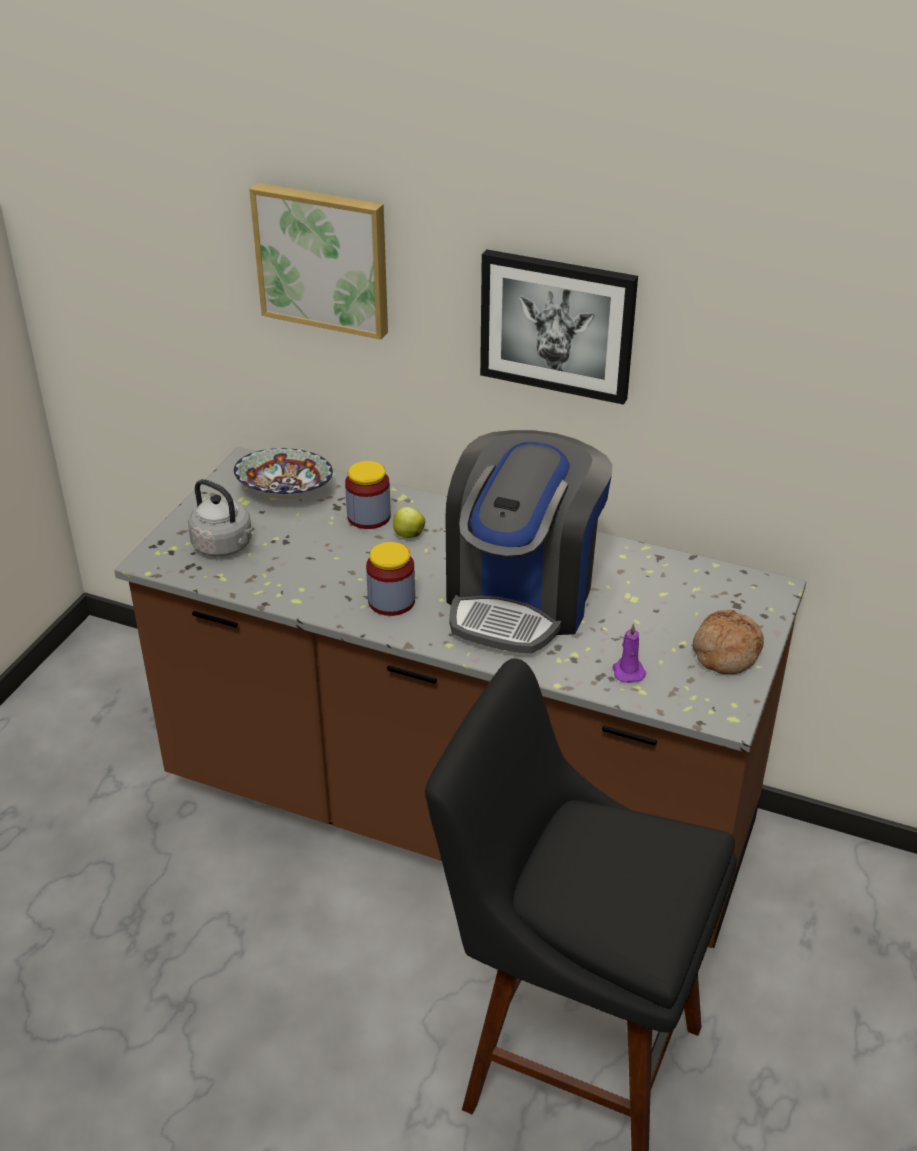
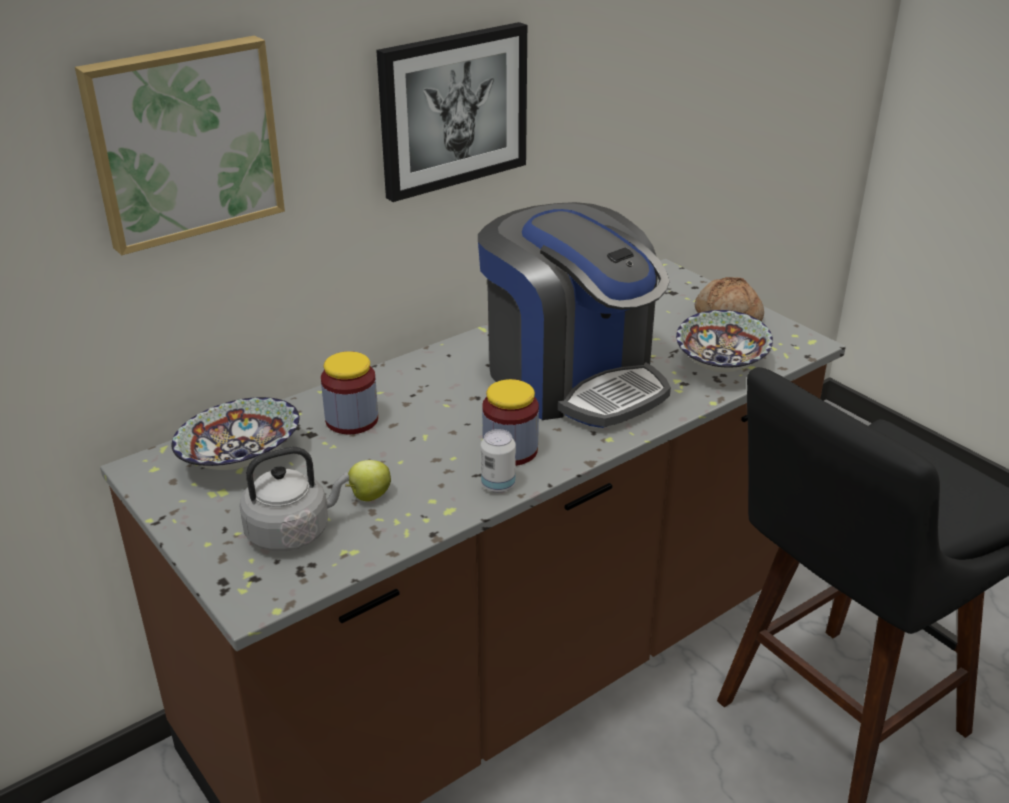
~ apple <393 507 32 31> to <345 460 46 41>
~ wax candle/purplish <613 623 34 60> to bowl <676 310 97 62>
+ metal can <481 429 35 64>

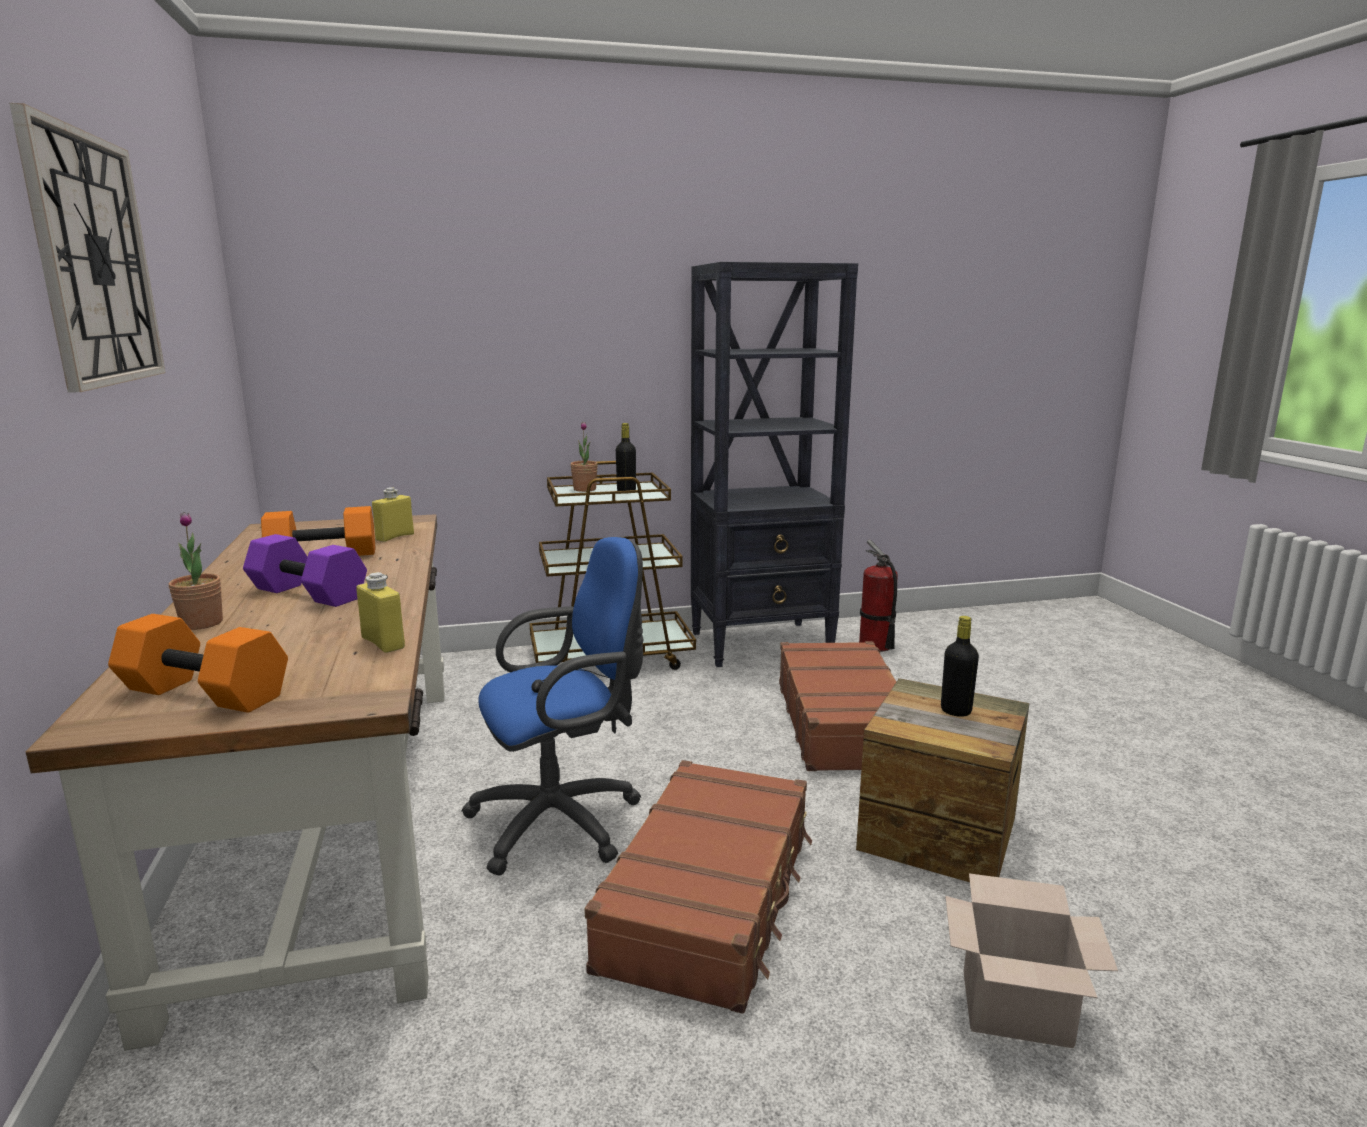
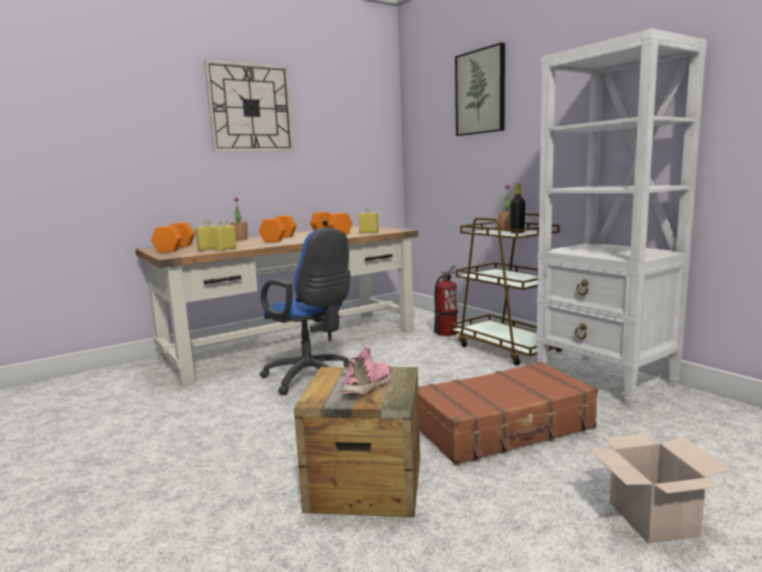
~ free weight/purplish <243 534 124 73> to free weight/orange-coloured <259 215 38 28>
- piece of luggage/brown-coloured <584 760 228 254>
~ bookshelf/black-coloured <691 262 167 405> to bookshelf/whitish <536 28 171 379>
~ fire-fighting cylinder <859 540 39 112> to <434 265 24 71>
~ beverage bottle/black-coloured <941 616 38 101> to item of footwear/pinkish <342 347 51 48>
~ cardboard box <945 873 173 175> to <589 433 142 111>
+ beverage bottle/yellow <195 220 24 31>
+ wall picture <455 42 50 94>

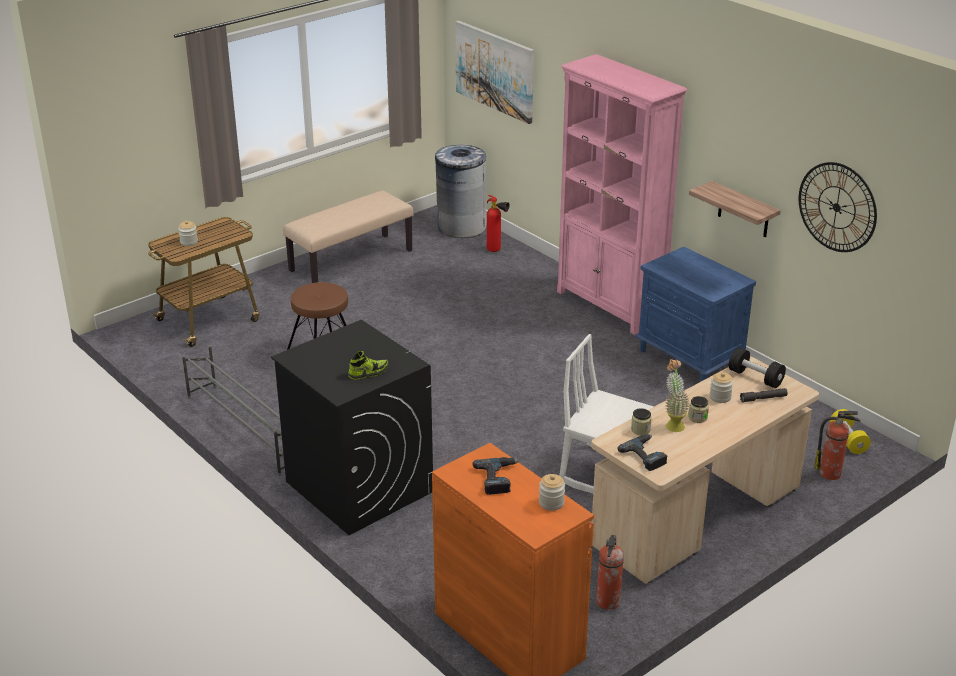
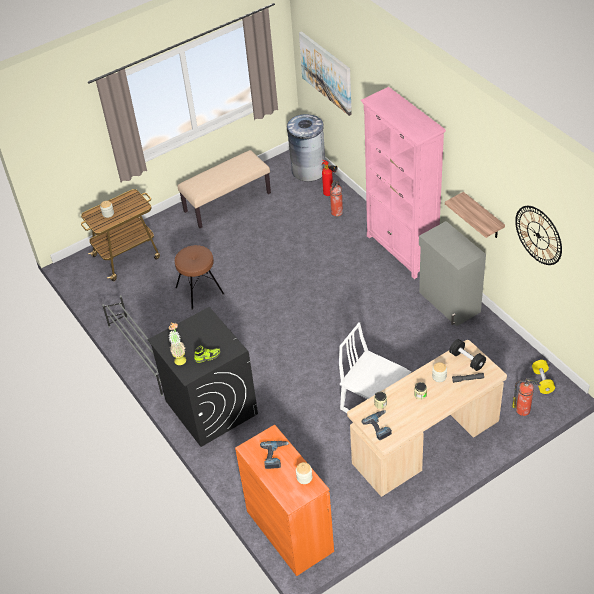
~ fire-fighting cylinder <596 535 28 75> to <330 180 13 36>
~ night table/bluish <635 247 121 135> to storage cabinet/grey <419 221 67 105>
~ potted plant <665 359 24 73> to <168 323 18 42>

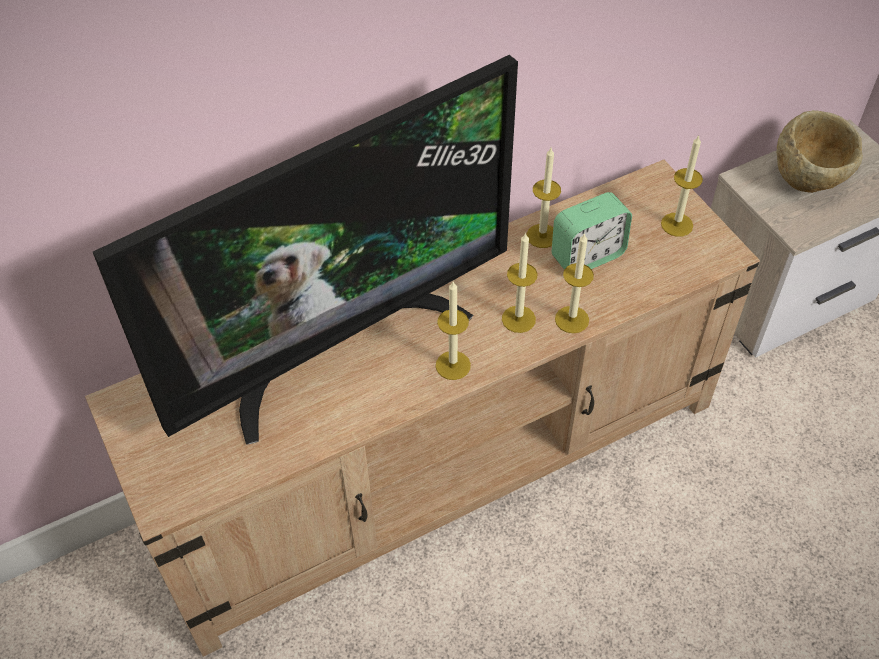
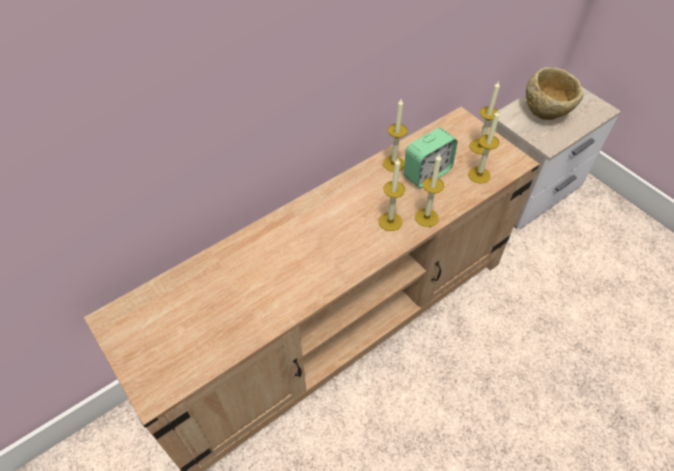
- TV <93 55 425 390>
~ wax candle <436 282 35 98> to <468 109 32 74>

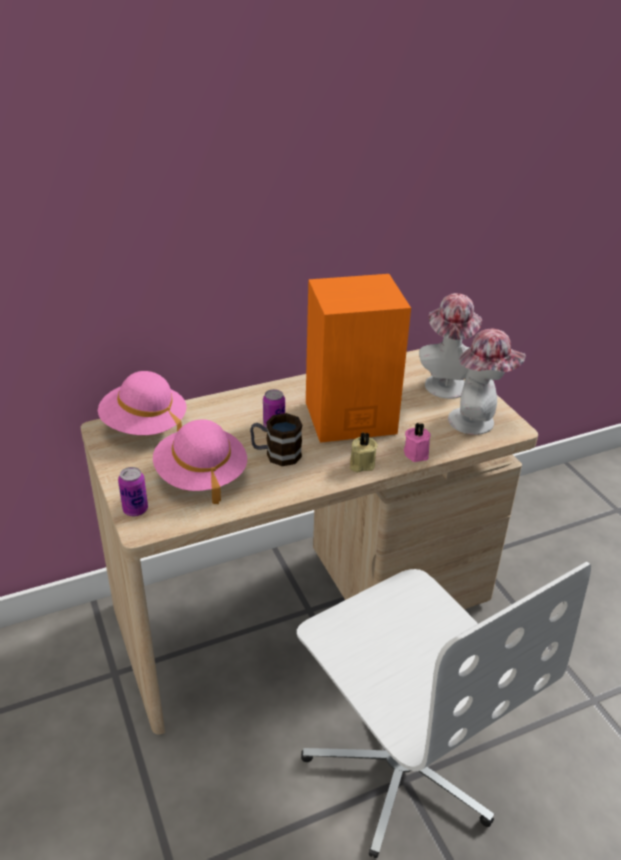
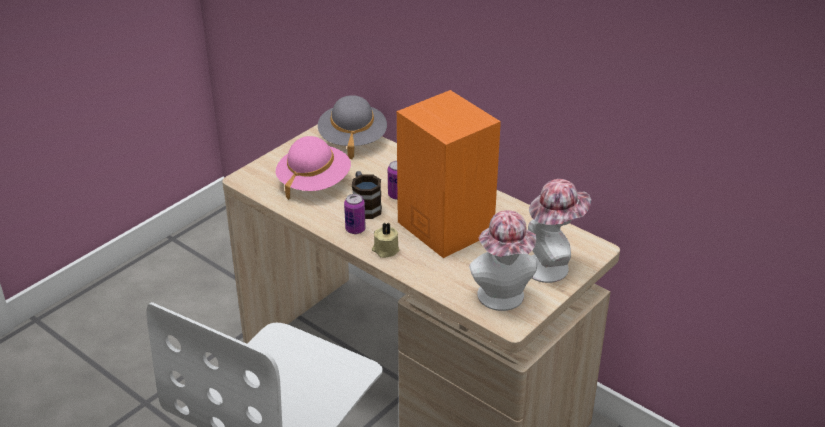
~ clothing hat/pinkish <98 371 89 64> to clothing hat/grey <318 95 69 64>
~ metal can <118 467 30 49> to <344 194 22 40>
- wax candle/pinkish <404 423 27 39>

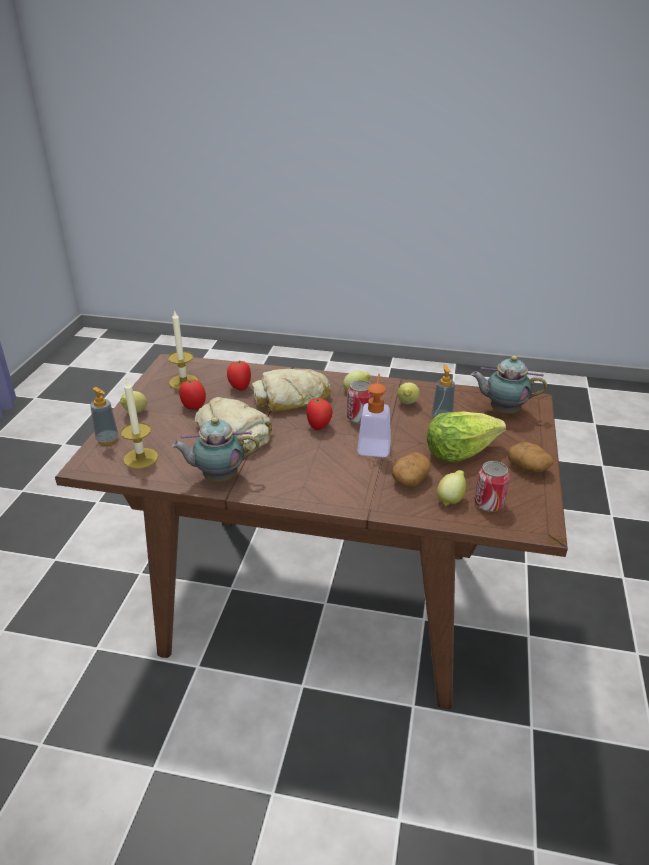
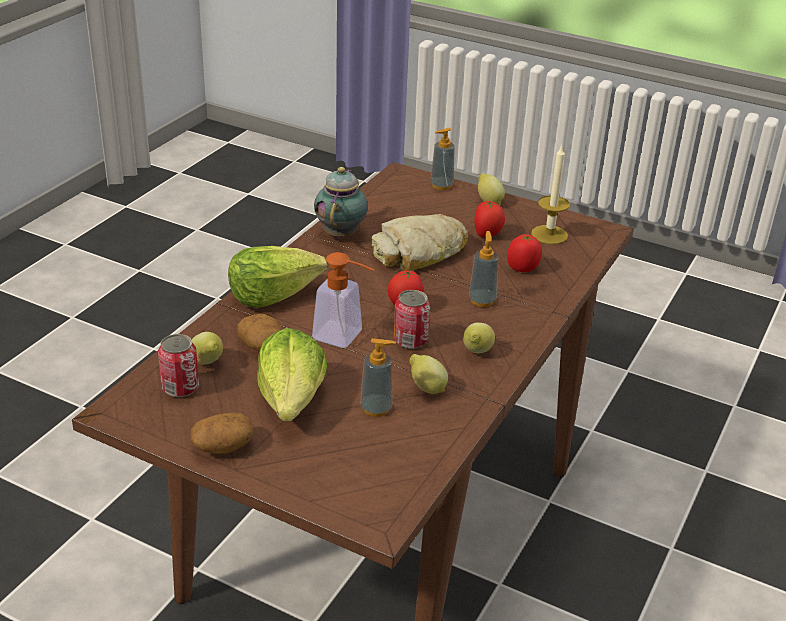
- wax candle <121 378 37 91>
~ bread <252 369 79 43> to soap dispenser <469 231 30 76>
- teapot <471 356 76 57>
+ head of lettuce <228 246 99 62>

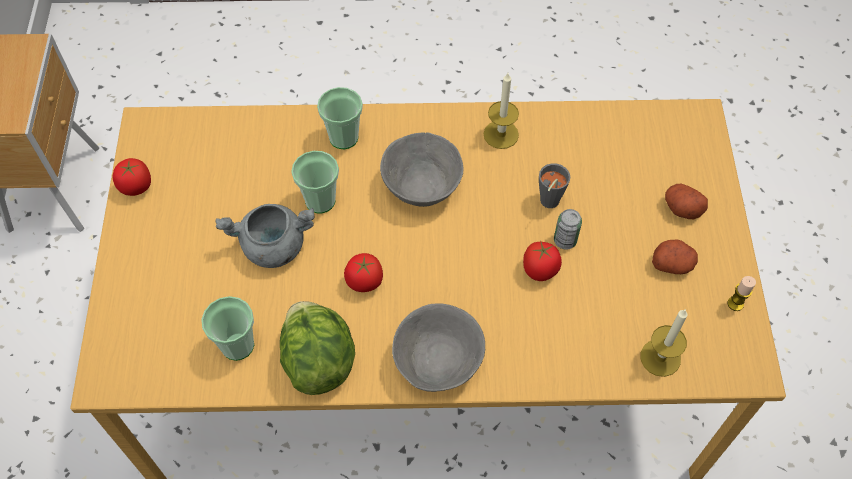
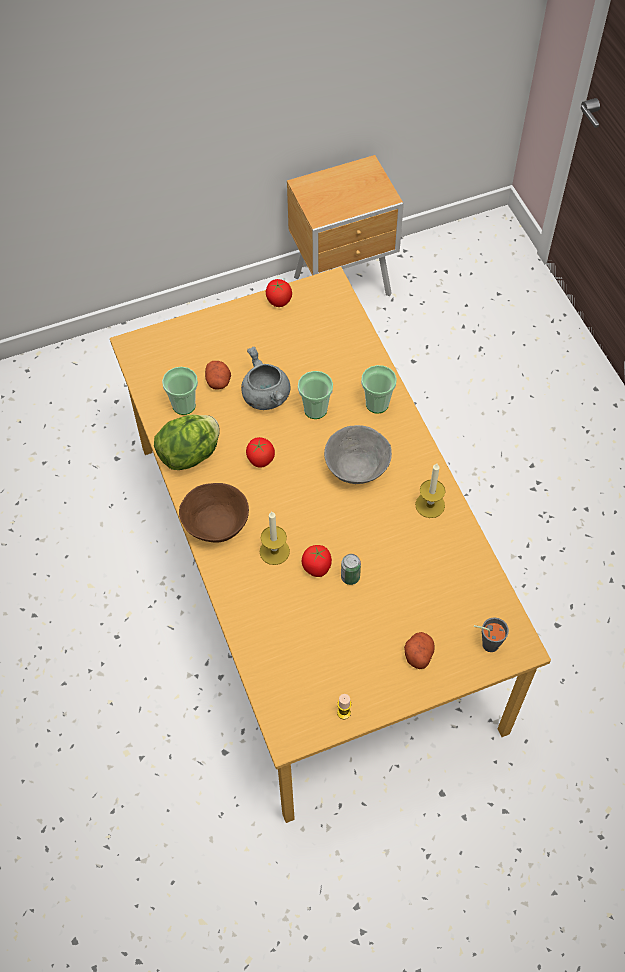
~ bowl/grey <392 304 93 88> to bowl/brown-coloured <179 483 70 60>
~ small cup/grey <539 163 31 45> to <474 617 35 35>
~ wax candle <641 309 47 68> to <260 512 30 53>
~ spud <652 239 46 35> to <205 361 26 29>

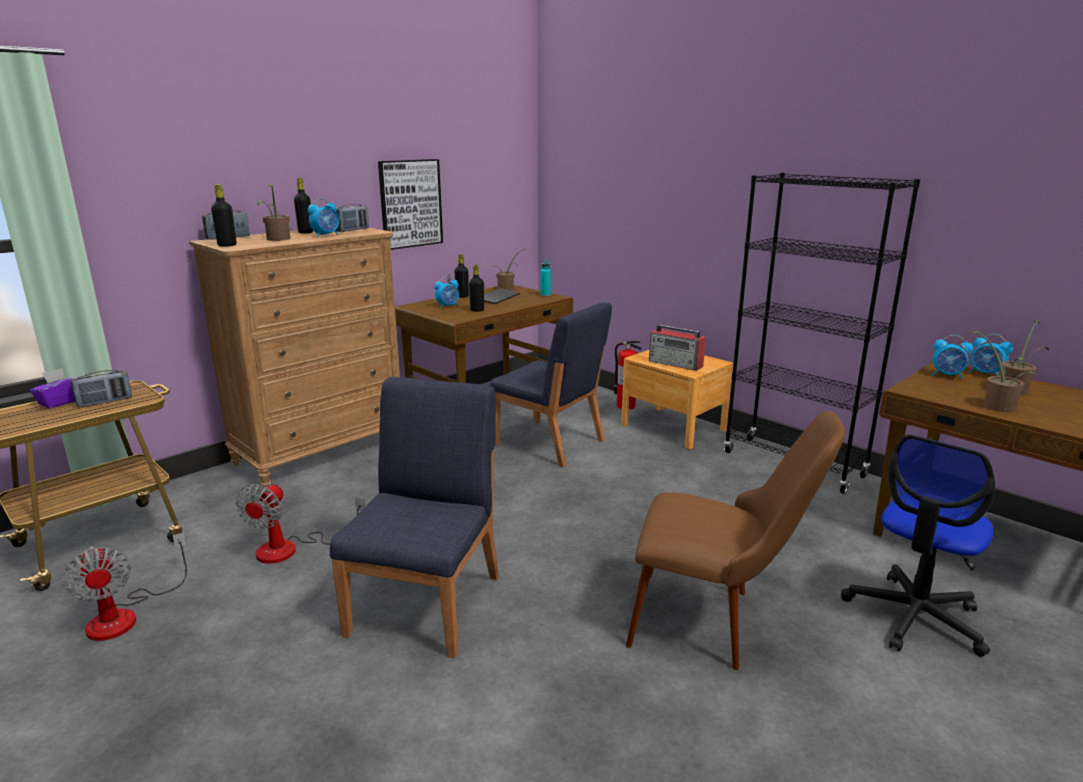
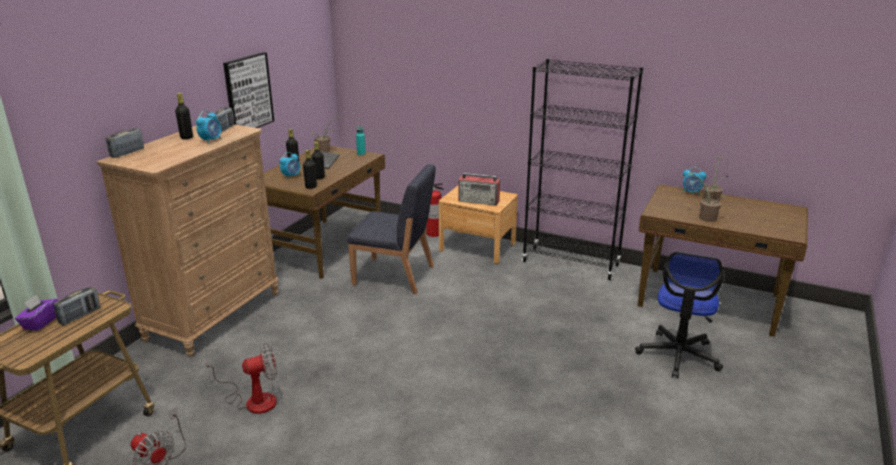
~ beverage bottle/black-coloured <211 184 26 63> to <303 150 14 39>
~ cooling fan <236 482 129 82> = <205 344 72 70> 105 degrees counterclockwise
- potted plant <257 183 34 58>
- upright chair/bluish <330 377 169 281>
- upright chair/brown-coloured <626 411 219 259>
- table clock <933 335 40 44>

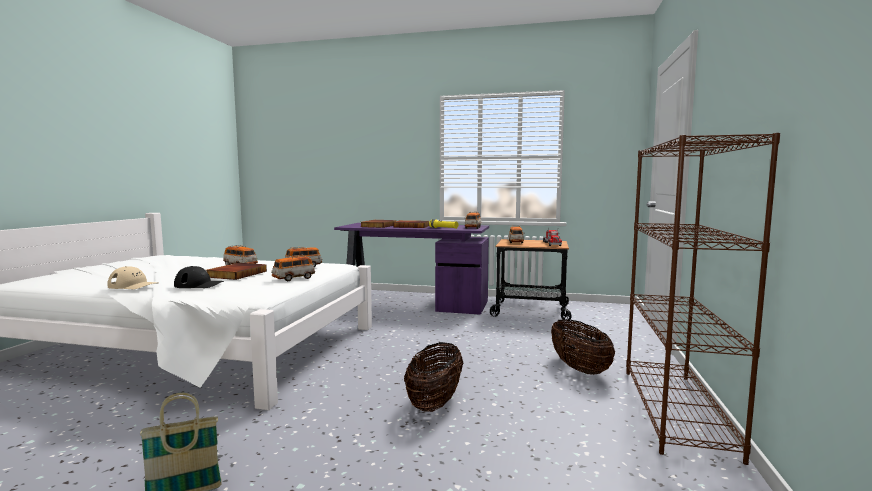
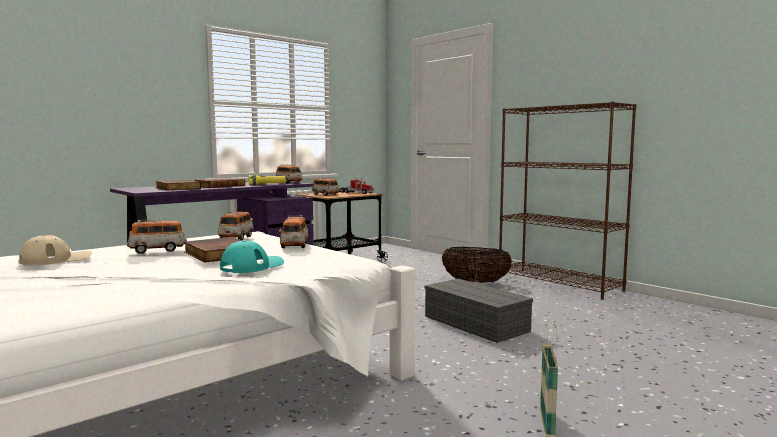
~ cap/beige-coloured <107 266 51 23> to <18 235 74 30>
~ cap/black-coloured <174 266 50 22> to cap/turquoise-coloured <220 241 64 32>
~ household basket <404 342 59 70> to storage container/grey <424 279 109 64>

